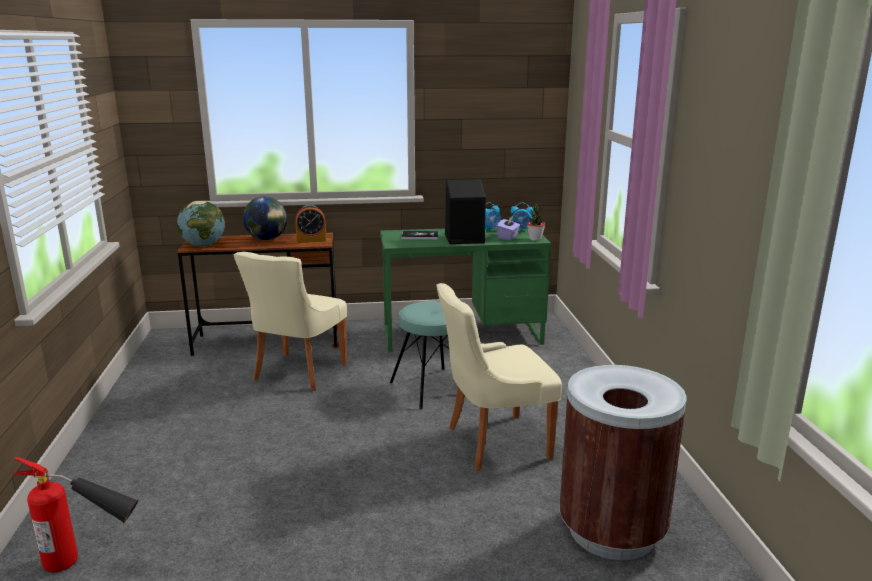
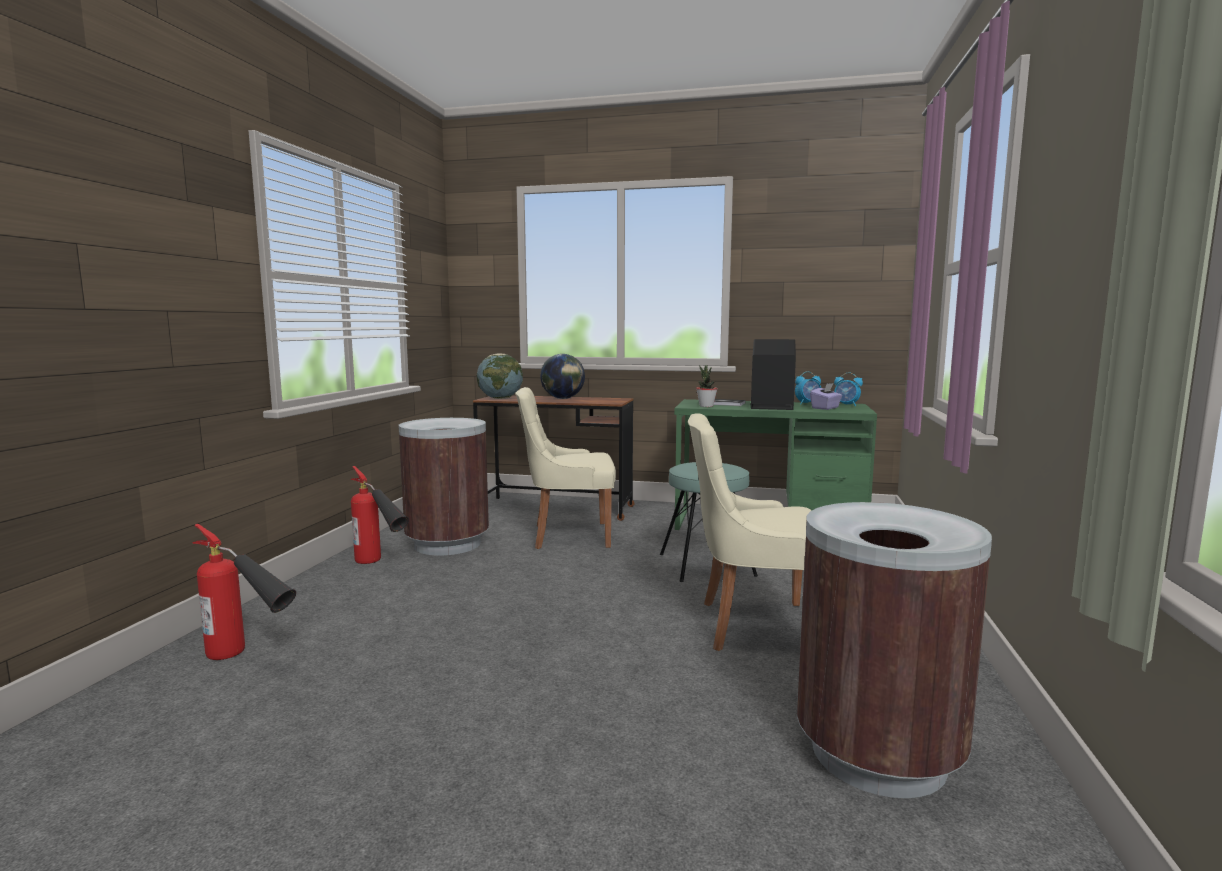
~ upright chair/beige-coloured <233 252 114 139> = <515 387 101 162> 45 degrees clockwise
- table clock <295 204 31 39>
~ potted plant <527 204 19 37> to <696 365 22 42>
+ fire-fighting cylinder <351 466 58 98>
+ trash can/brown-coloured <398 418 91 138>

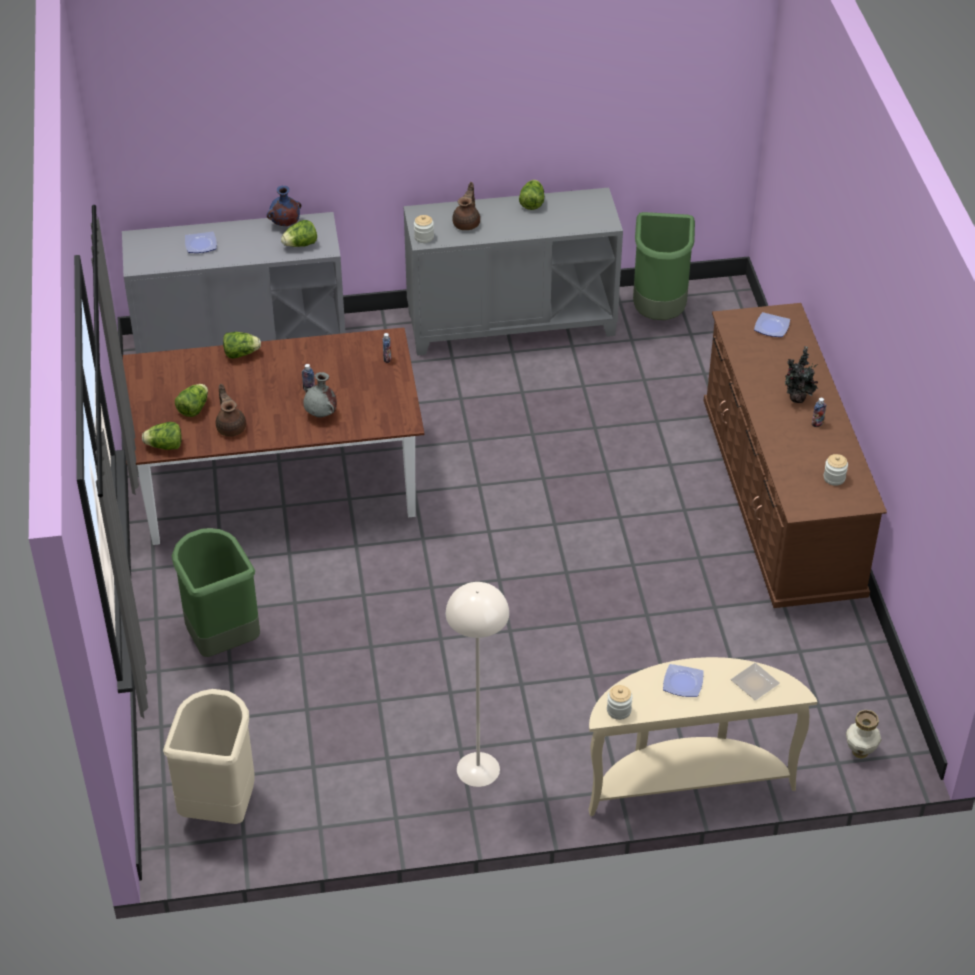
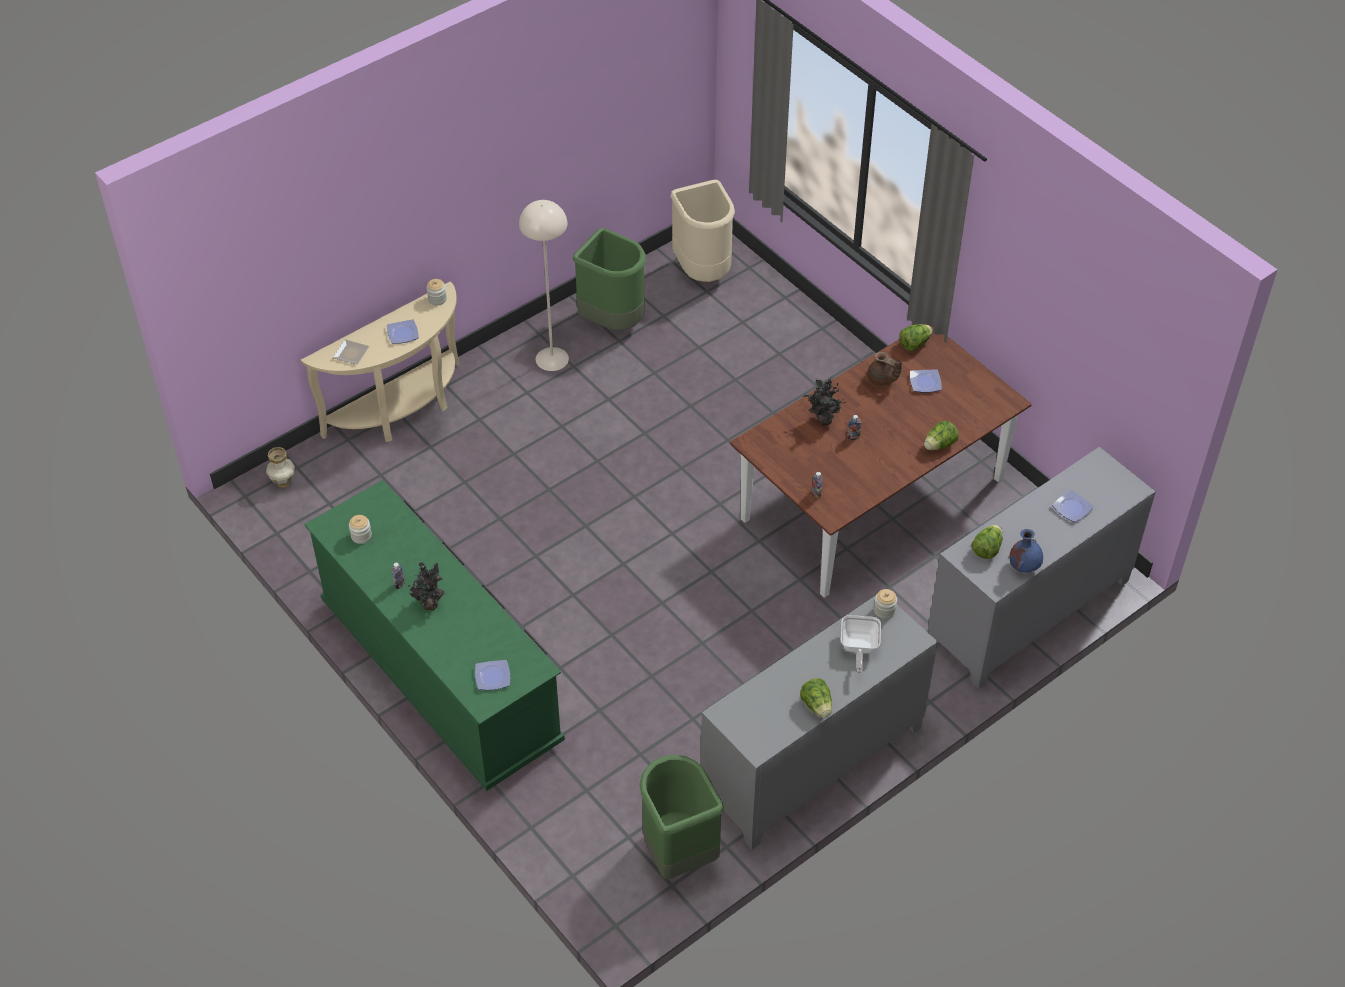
~ trash can/greenish <172 528 88 129> to <573 228 73 102>
~ head of lettuce <175 384 33 33> to flat dish <910 369 32 24>
~ decorative vase/grey <303 372 34 46> to potted plant <803 377 46 48>
~ teapot/brown-coloured <452 182 28 48> to skillet <841 615 40 58>
~ drawer chest/brown-coloured <704 303 183 305> to drawer chest/greenish <304 480 261 311>

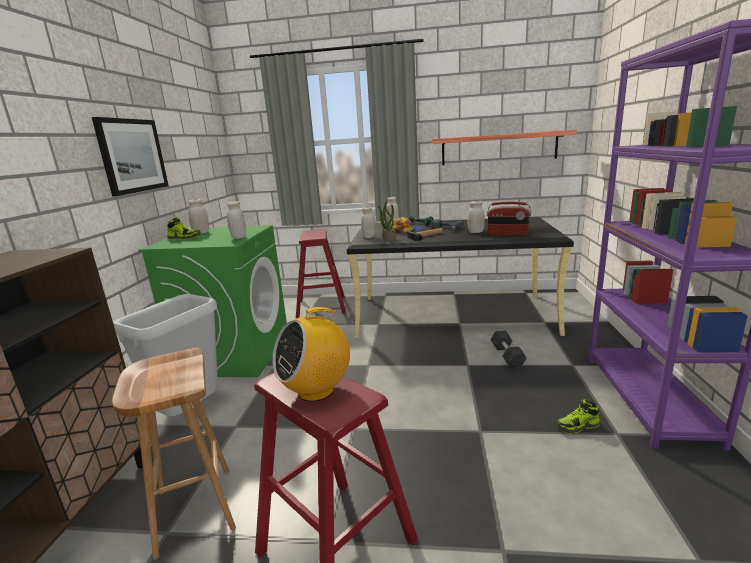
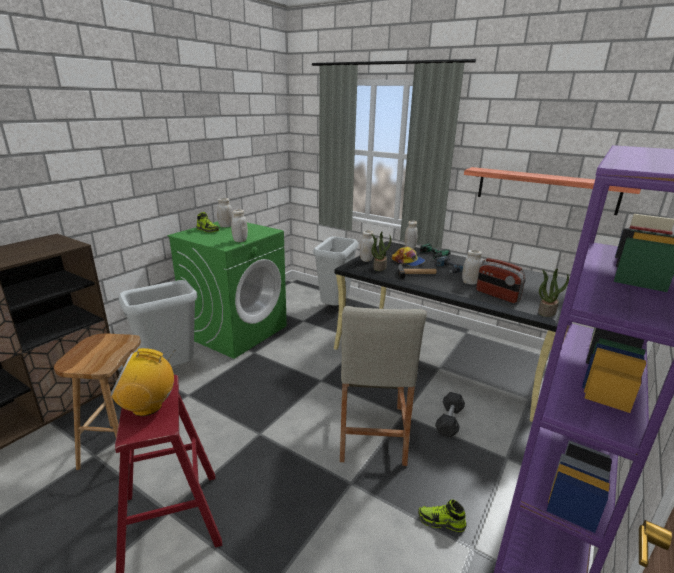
- wall picture <92 117 77 80>
~ stool/red <296 229 50 89> to trash can/grey <313 237 45 69>
+ stool/beige-coloured <340 306 87 160>
+ potted plant <538 269 31 48>

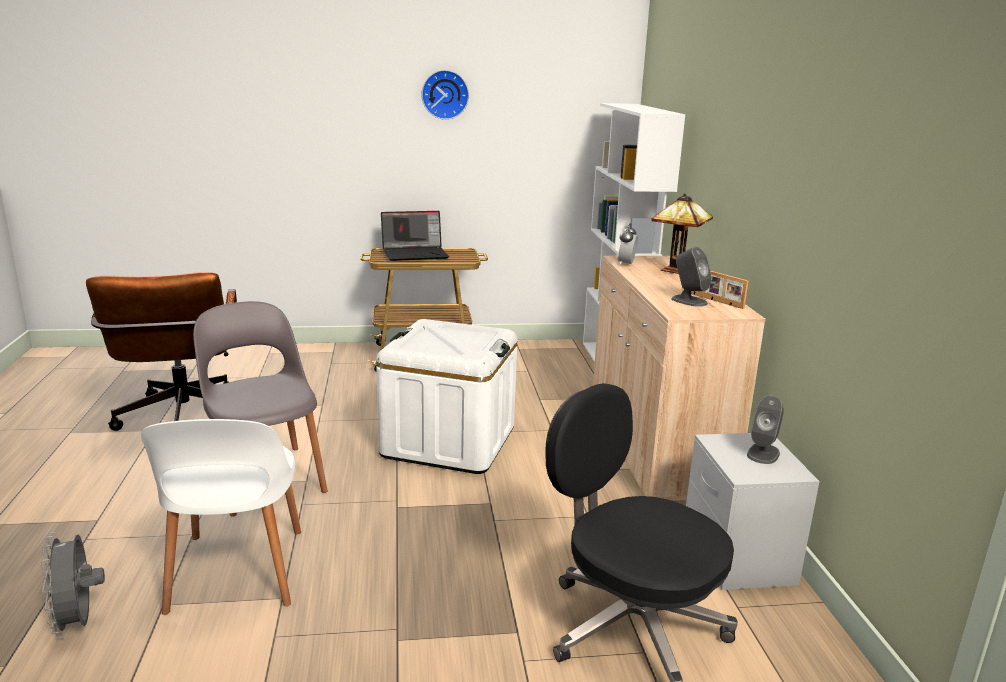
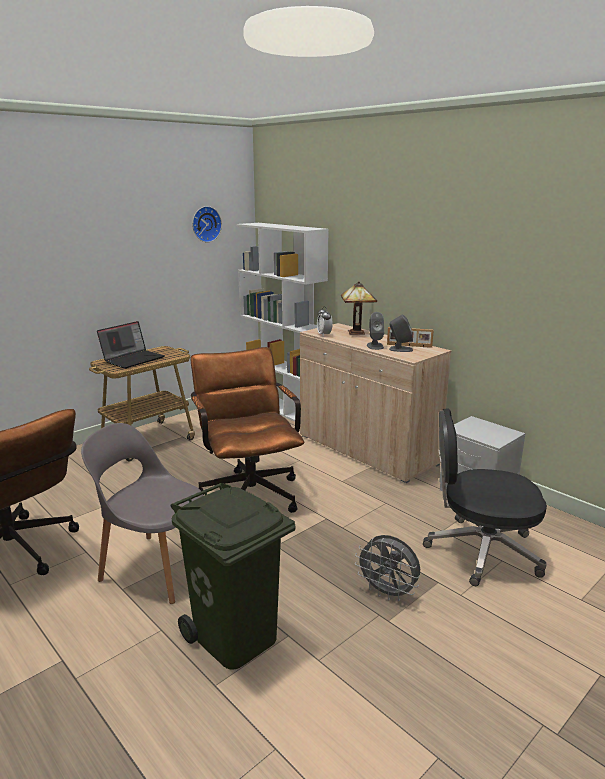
~ cooling fan/grey <41 532 64 105> to <355 535 65 66>
~ upright chair/whitish <141 419 160 196> to trash can/greenish <171 483 124 186>
~ storage container/whitish <376 319 141 155> to office chair/brown-coloured <191 347 113 166>
~ clock on the wall <422 70 47 50> to <192 206 30 36>
~ audio speaker/grey <747 395 37 69> to <367 312 17 38>

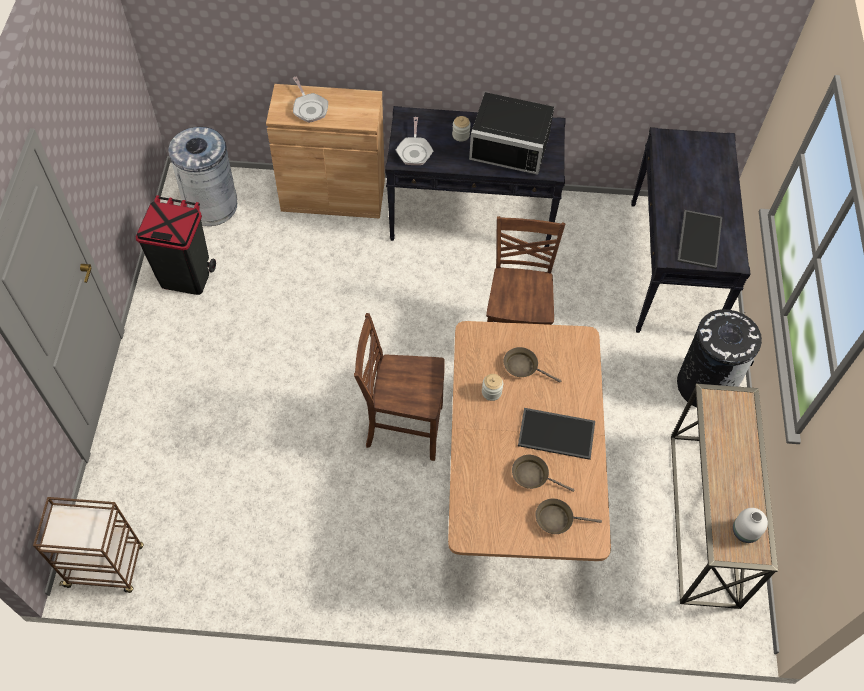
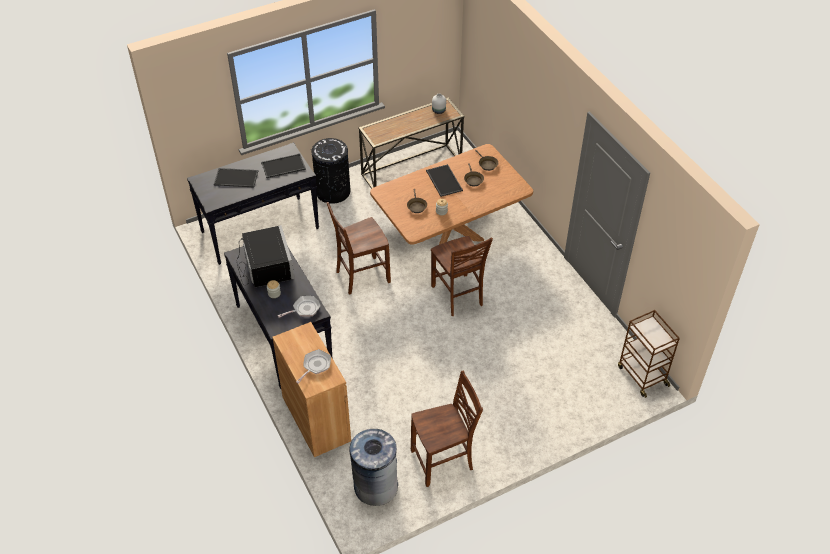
~ trash can/black-coloured <136 195 80 100> to upright chair/brown-coloured <411 371 72 116>
+ carrying tray <214 168 44 19>

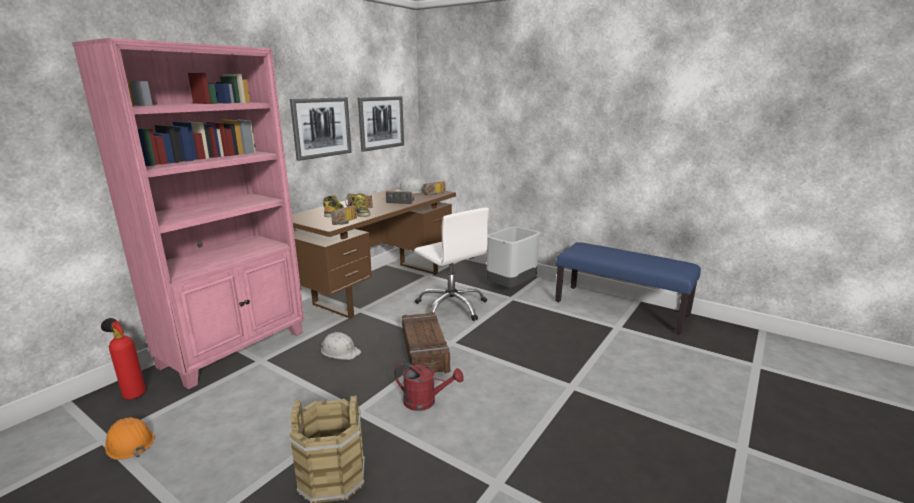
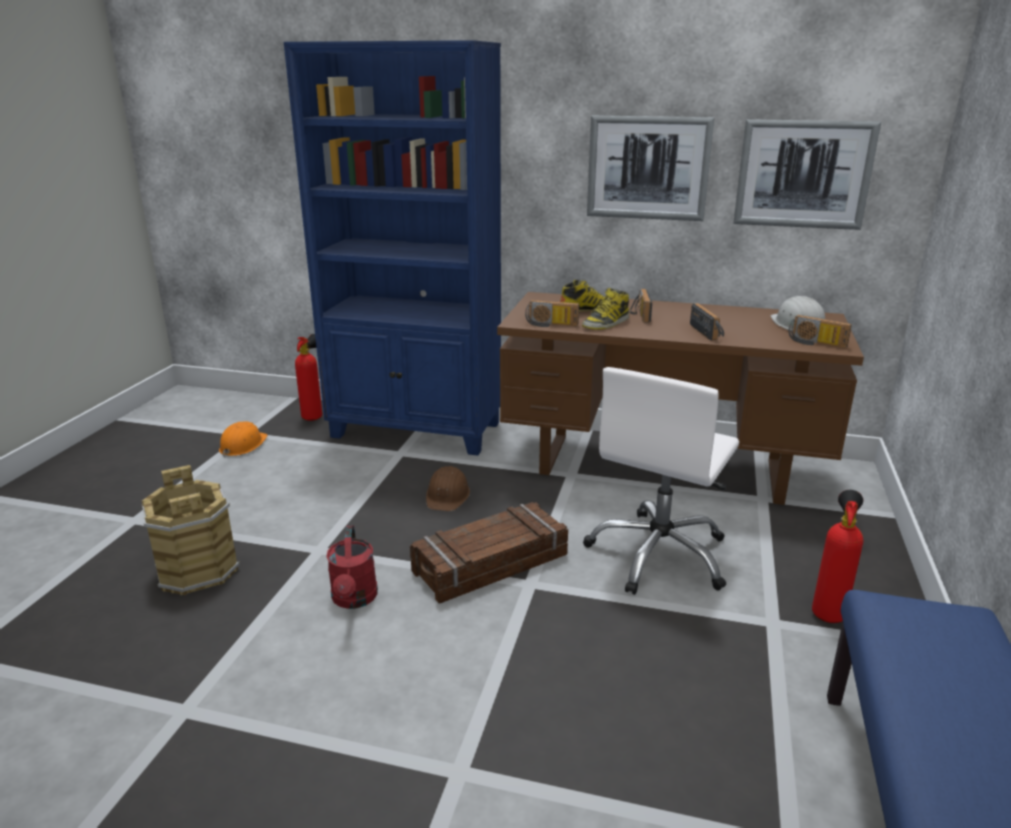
~ bookshelf/pinkish <72 38 232 351> to bookshelf/bluish <284 40 217 416>
~ work helmet/whitish <321 332 40 28> to work helmet/brown-coloured <426 466 44 45>
~ trash can/grey <487 226 53 62> to fire-fighting cylinder <812 490 51 133>

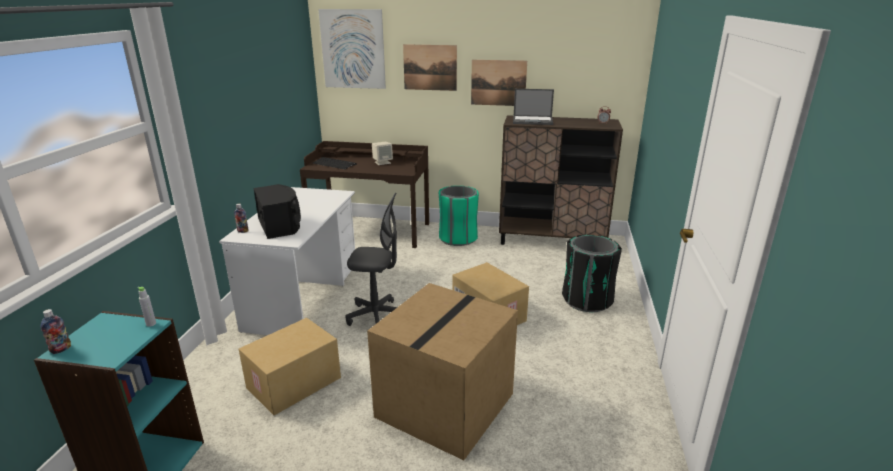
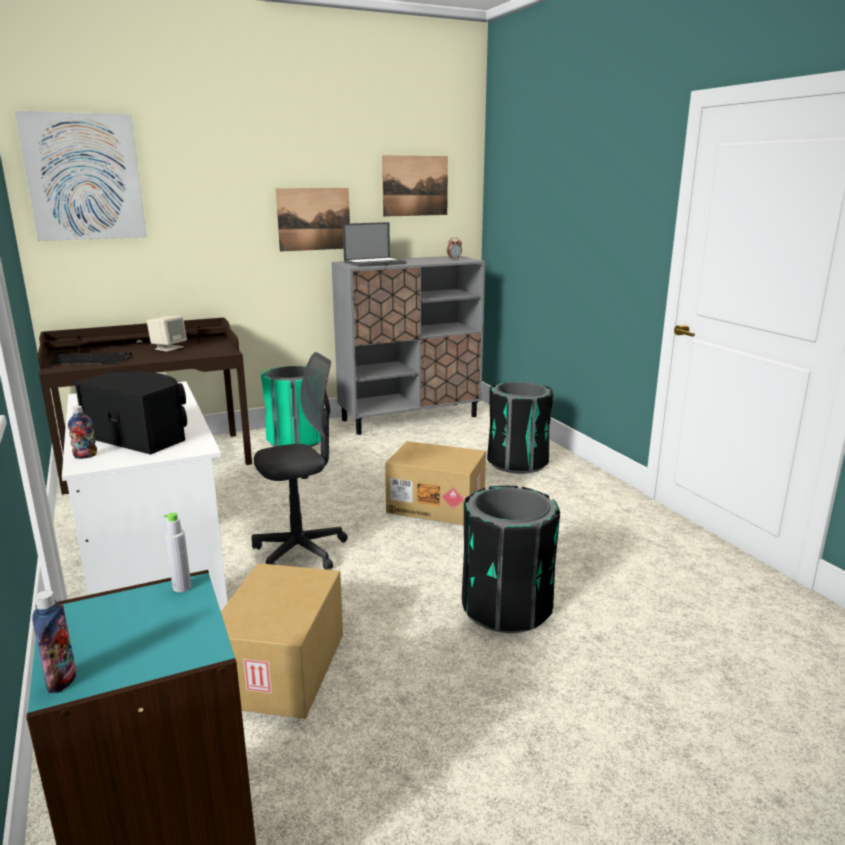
~ cardboard box <367 283 151 177> to trash can/black-coloured <462 486 98 147>
~ wall picture <403 44 54 47> to <382 155 66 62>
~ storage cabinet/brown-coloured <499 115 124 130> to storage cabinet/grey <331 256 155 179>

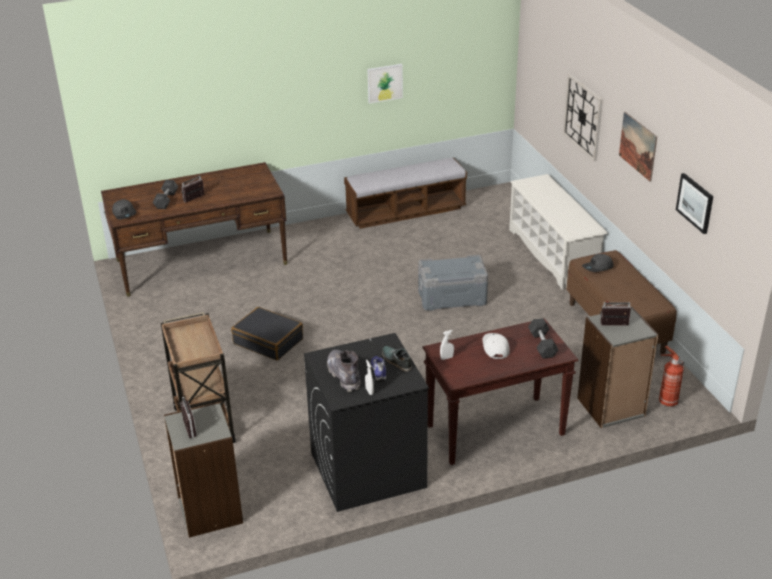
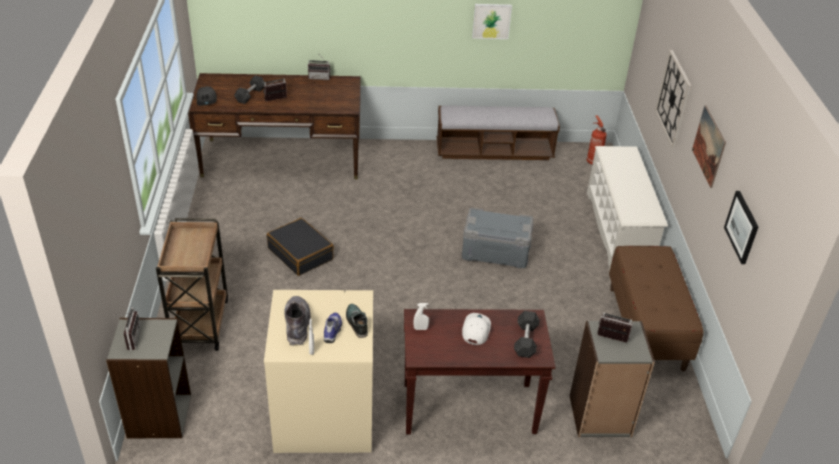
~ laundry appliance/black-coloured <304 333 125 179> to laundry appliance/beige-coloured <264 290 109 163>
- cap/grey <582 254 32 18>
~ fire-fighting cylinder <659 345 25 61> to <587 115 20 49>
+ radio <308 52 23 28>

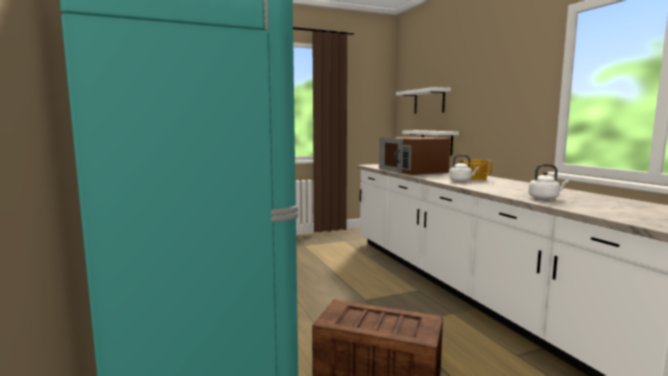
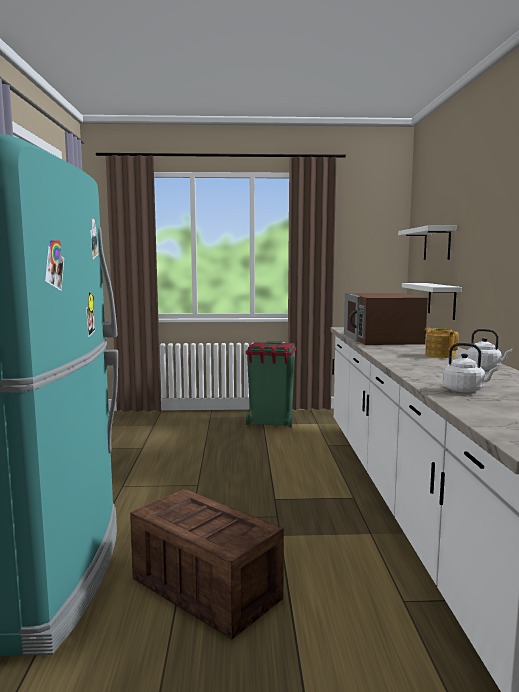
~ water kettle/whitish <450 155 29 27> to <466 329 46 41>
+ trash can/greenish <245 341 51 87>

